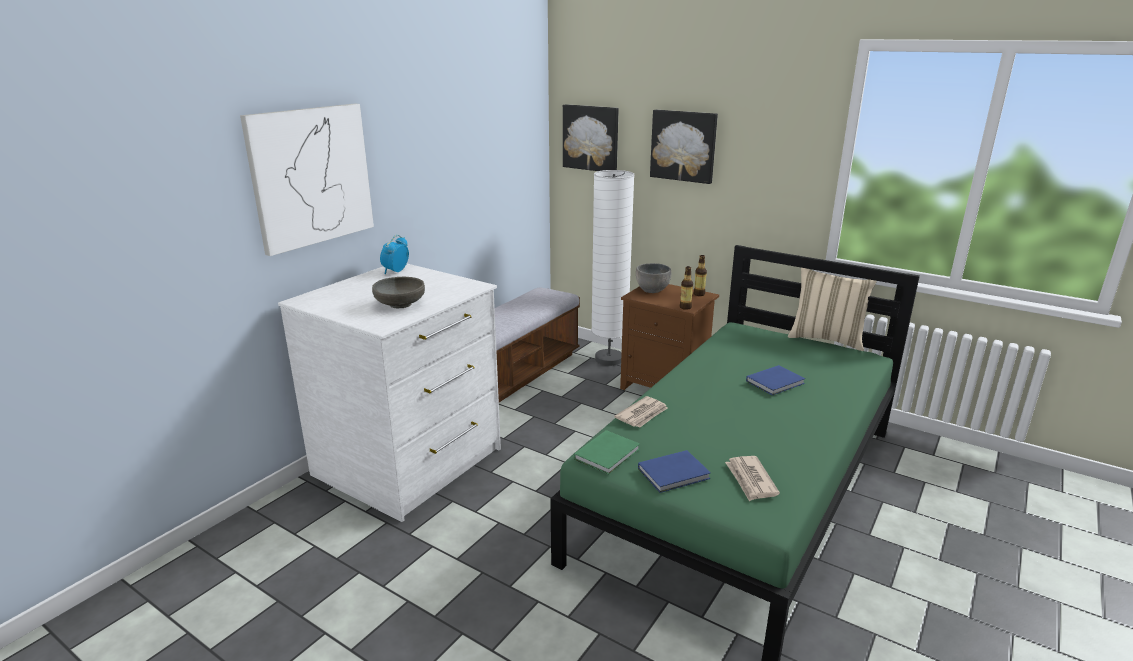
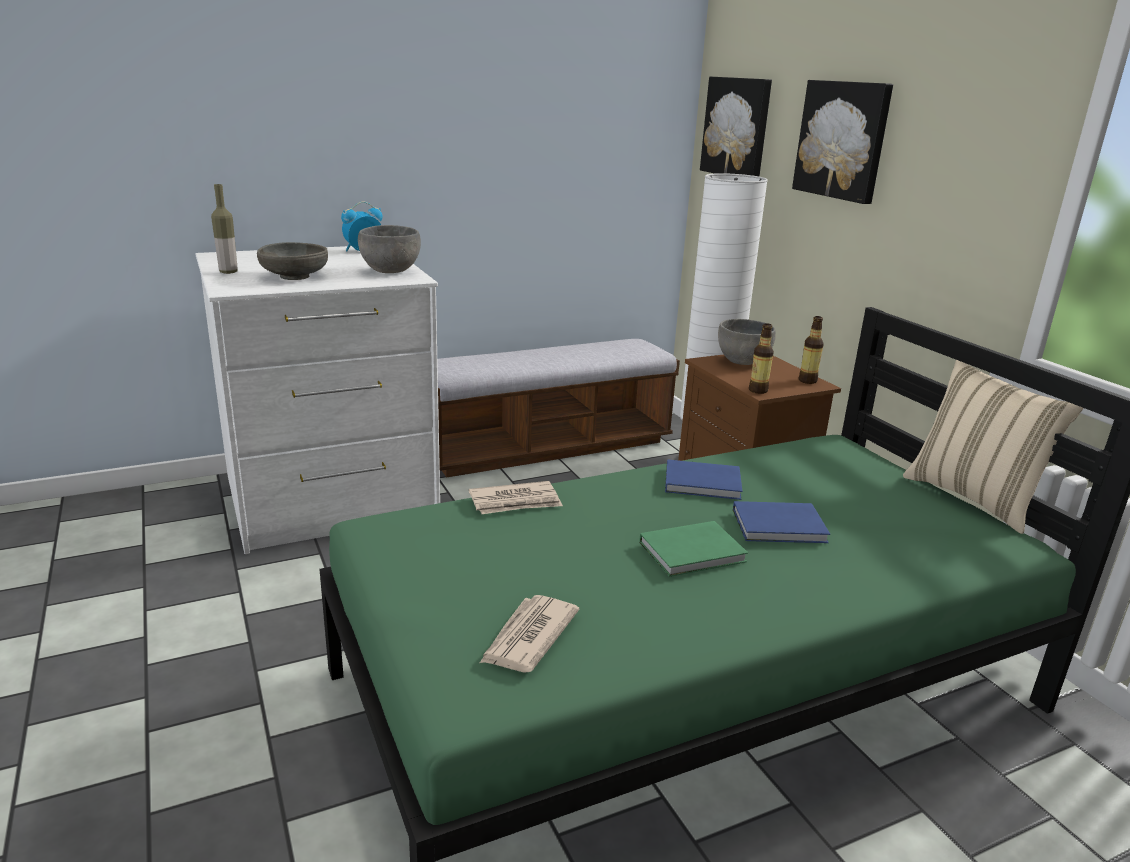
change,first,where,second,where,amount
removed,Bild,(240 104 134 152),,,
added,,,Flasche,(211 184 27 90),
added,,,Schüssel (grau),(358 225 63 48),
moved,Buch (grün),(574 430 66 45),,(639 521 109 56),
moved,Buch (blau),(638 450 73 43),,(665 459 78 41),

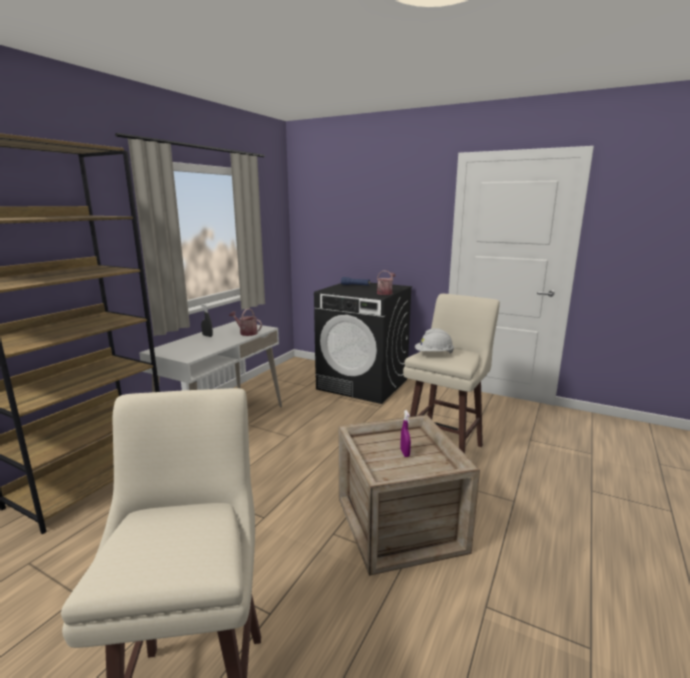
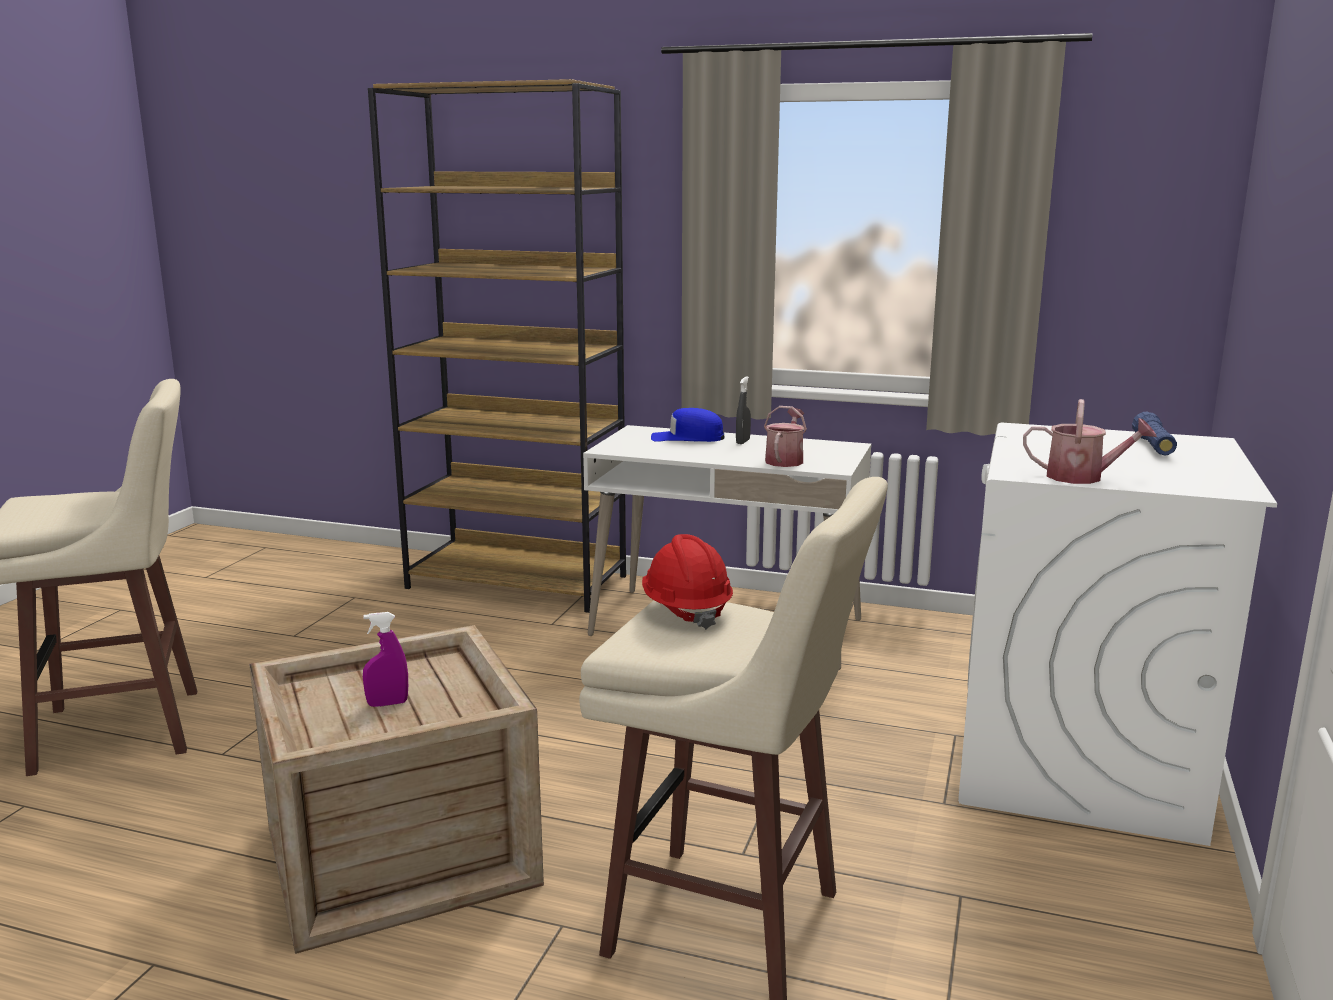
change,first,where,second,where,amount
added,,,Kappe (blau),(651 408 74 34),
recoloured,Waschmaschine (schwarz),(314 283 98 121),Waschmaschine (weiß),(958 422 319 424),
recoloured,Schutzhelm (weiß),(415 328 39 26),Schutzhelm (rot),(642 534 91 96),

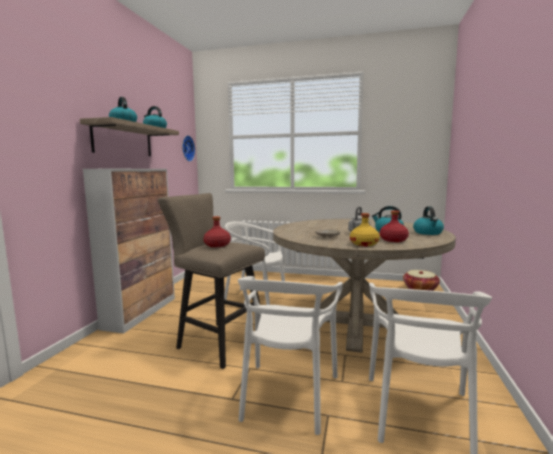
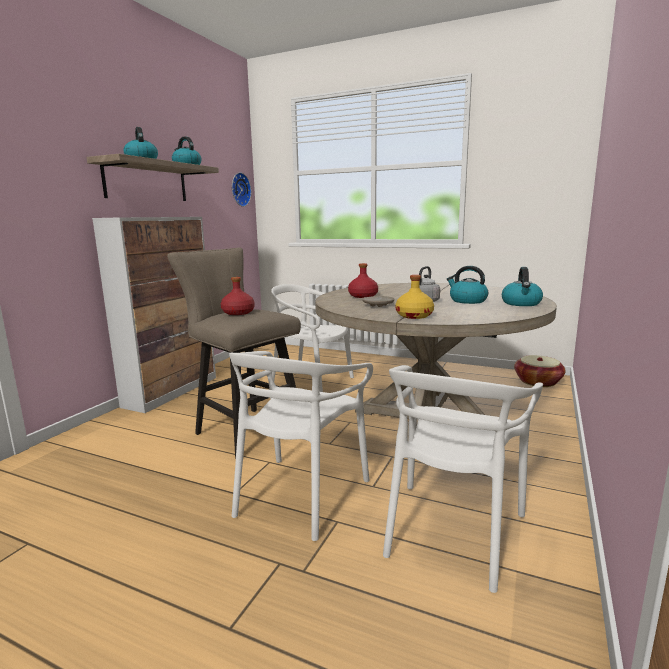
change,first,where,second,where,amount
moved,Flasche (rot),(380 211 29 31),,(348 263 30 35),

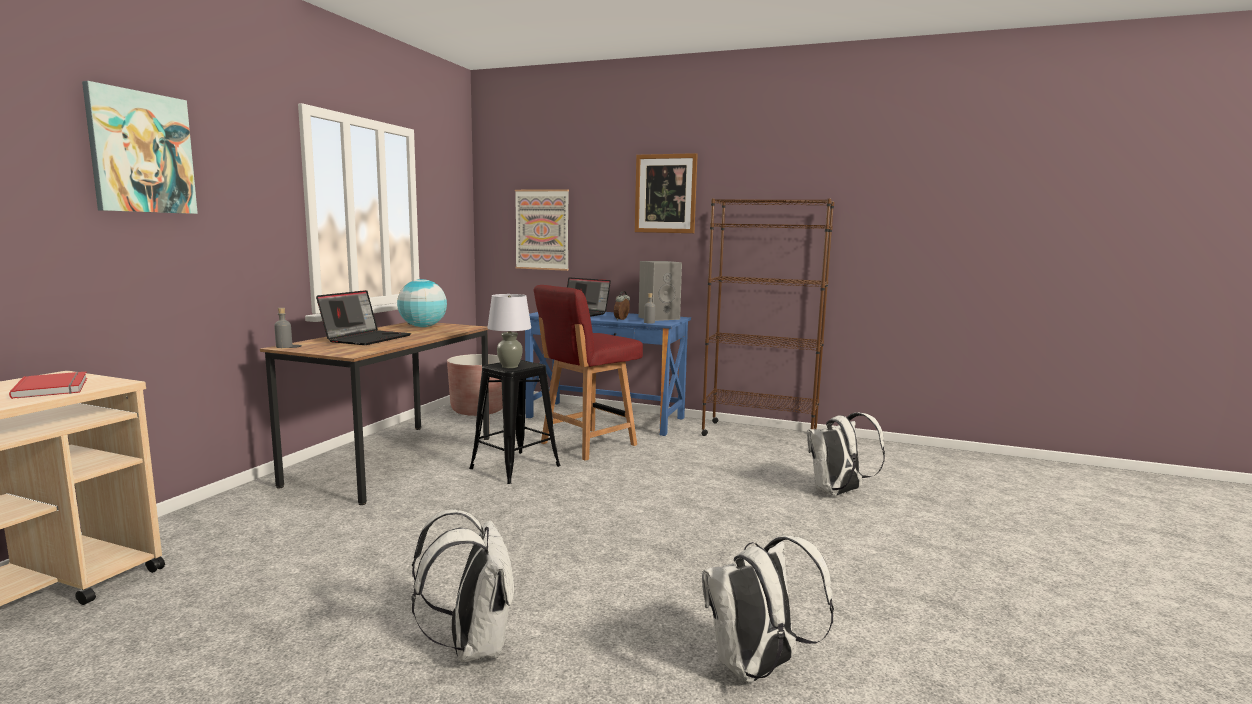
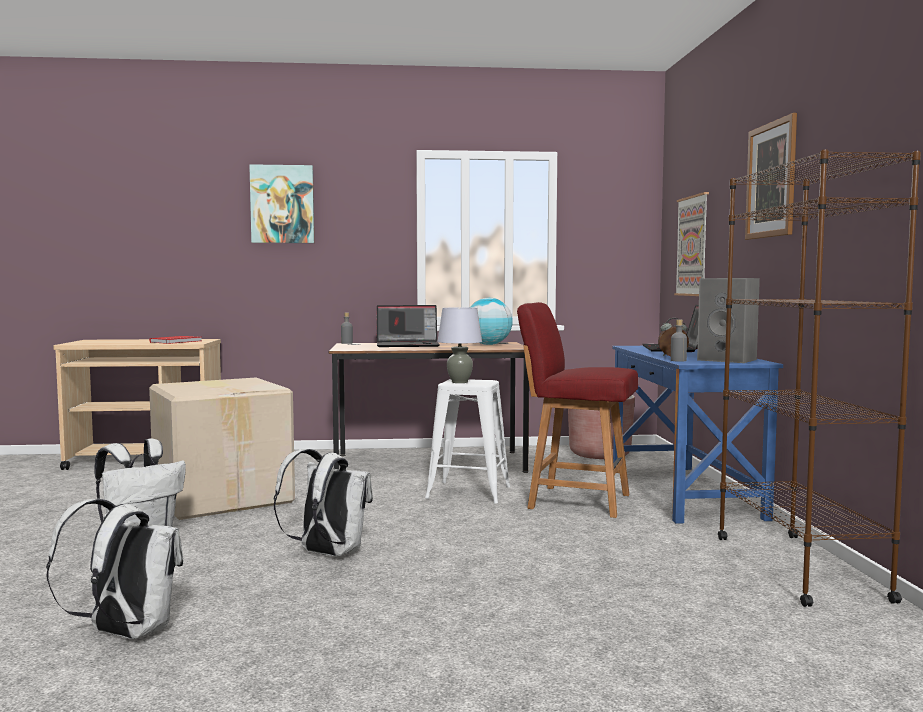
change,first,where,second,where,amount
added,,,Karton,(149 378 146 142),
moved,Rucksack (weiß),(807 412 78 84),,(274 449 99 107),
recoloured,Hocker (schwarz),(469 360 92 124),Hocker (weiß),(425 379 85 125),

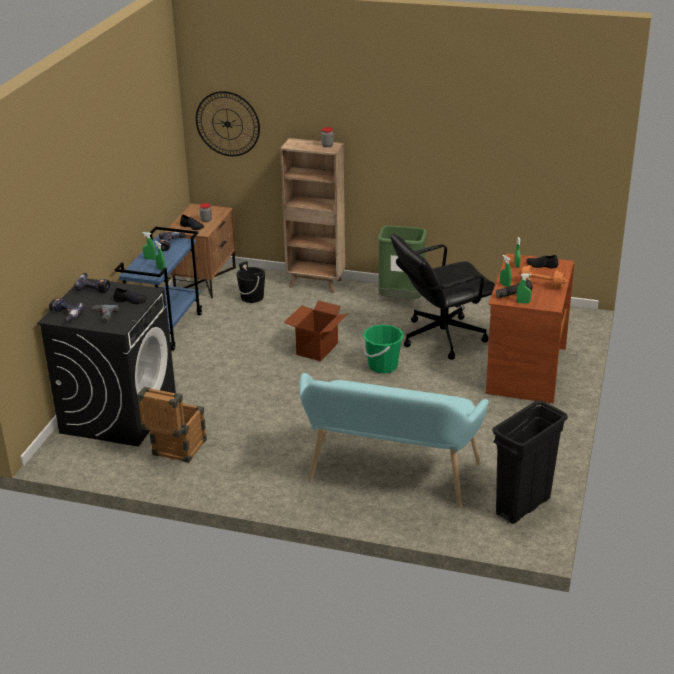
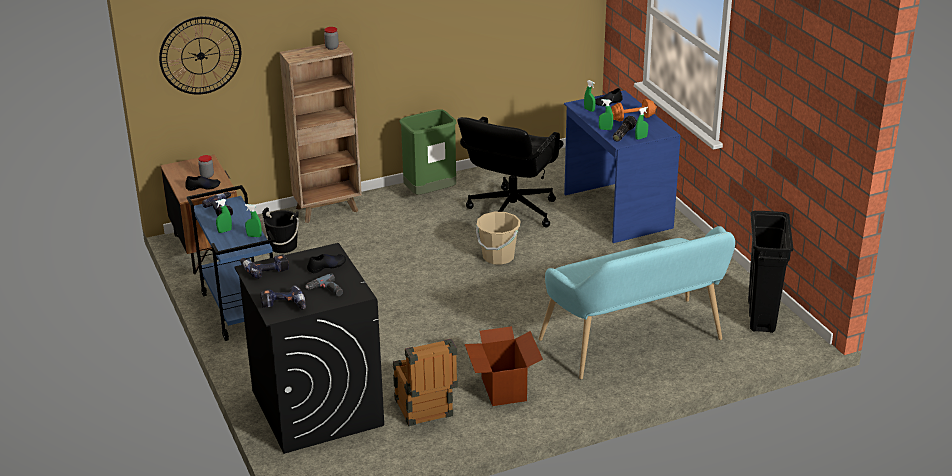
change,first,where,second,where,amount
moved,Karton,(283 301 66 60),,(465 326 78 80),
recoloured,Eimer (grün),(363 324 41 50),Eimer (beige),(476 212 45 53),
recoloured,Schreibtisch (braun),(486 253 89 150),Schreibtisch (blau),(564 90 117 153),

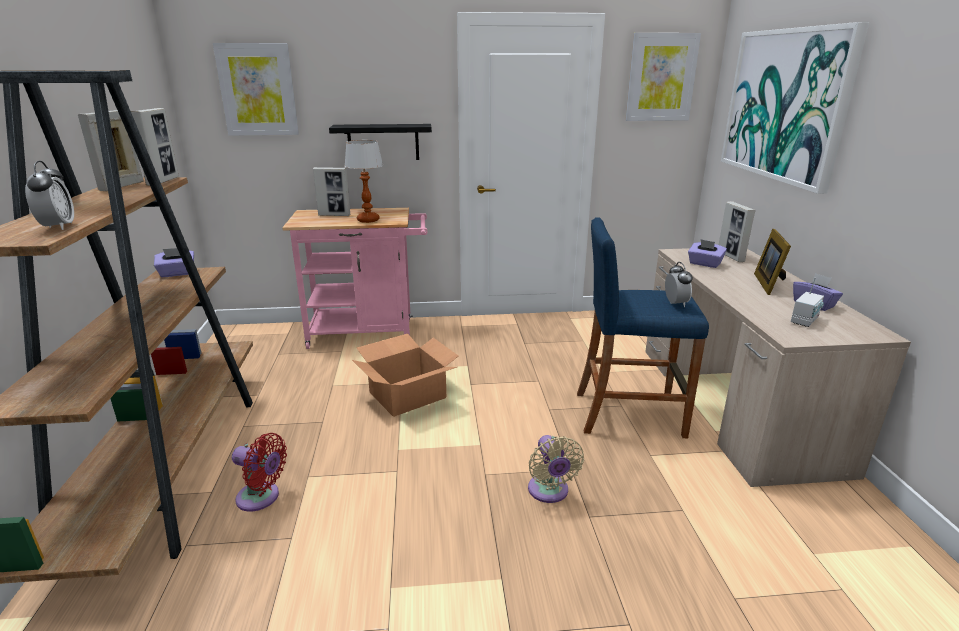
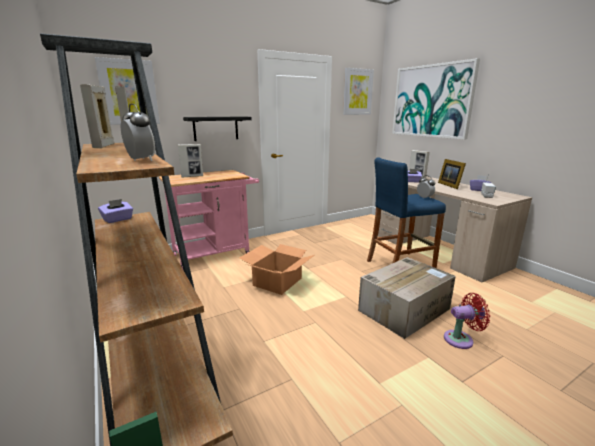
change,first,where,second,where,amount
removed,Tischlampe,(344 140 39 83),,,
moved,Ventilator (rot),(232 433 55 79),,(444 293 46 56),
replaced,Ventilator (beige),(528 435 56 68),Karton,(358 257 98 82),

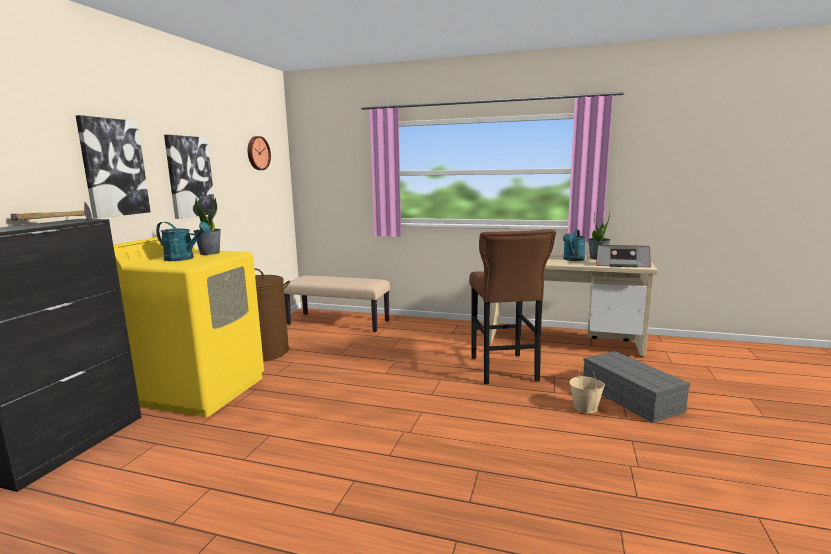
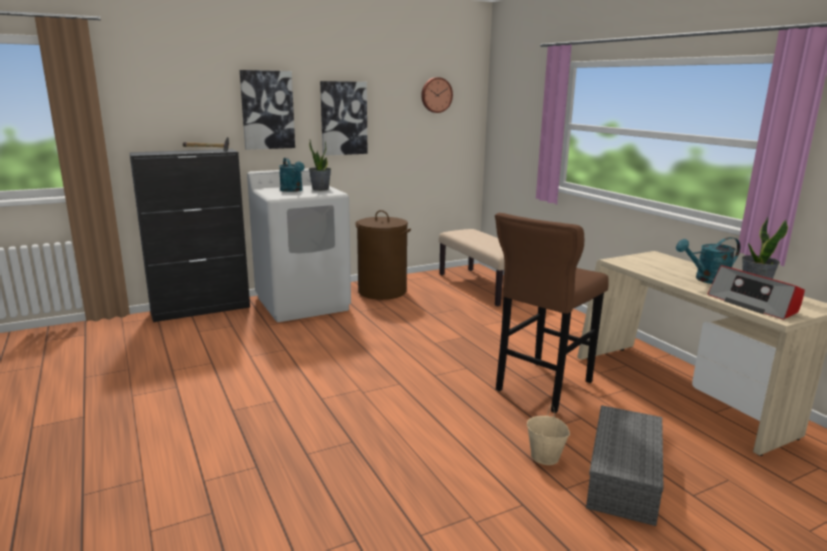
change,first,where,second,where,amount
recoloured,Waschmaschine (gelb),(113 236 151 181),Waschmaschine (weiß),(247 168 104 154),

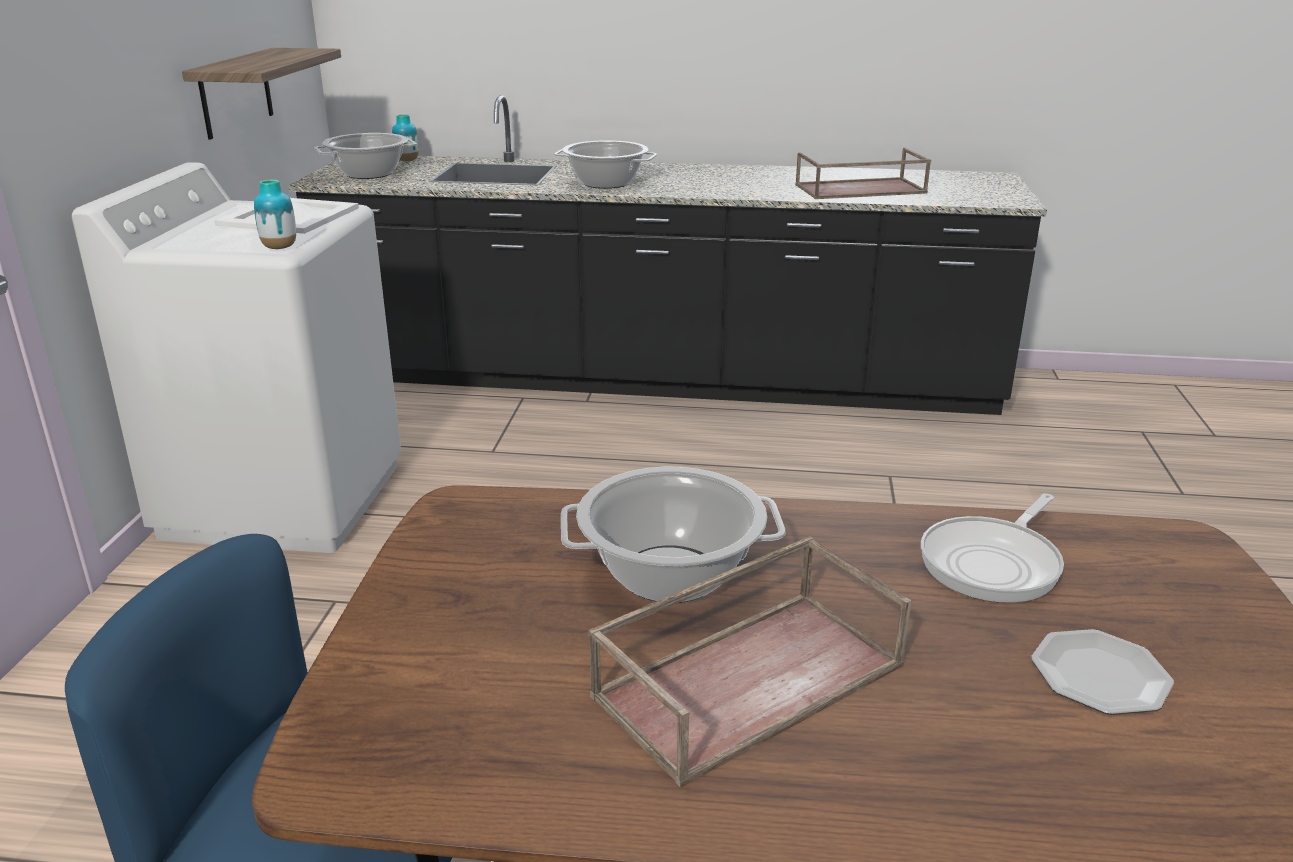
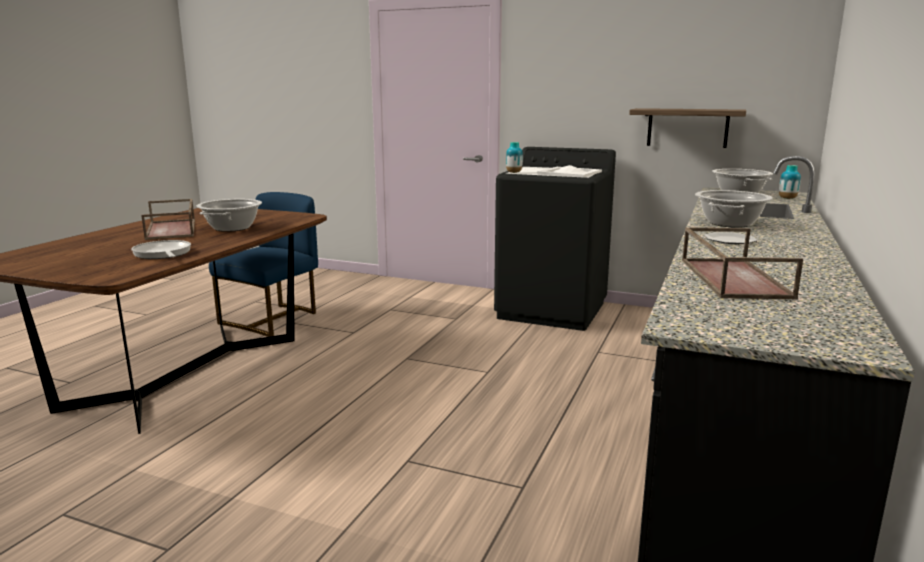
change,first,where,second,where,amount
moved,Teller,(1031 629 143 86),,(704 232 54 12),
recoloured,Waschmaschine (weiß),(72 162 329 391),Waschmaschine (schwarz),(494 147 122 184),

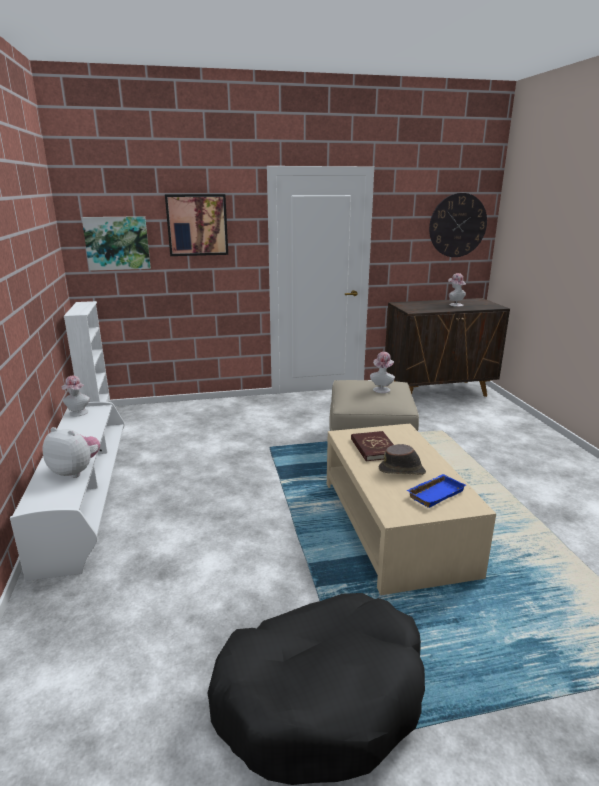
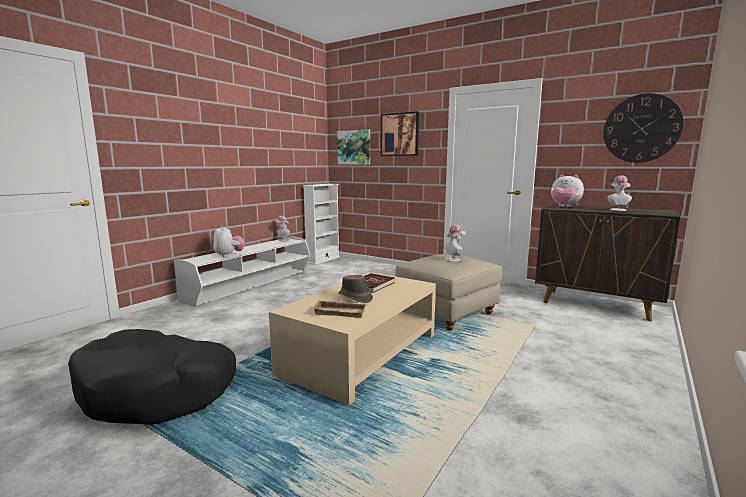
change,first,where,second,where,amount
added,,,Plüschtier,(551 175 33 32),
recoloured,Tablett (blau),(406 474 60 34),Tablett (beige),(312 300 55 18),

